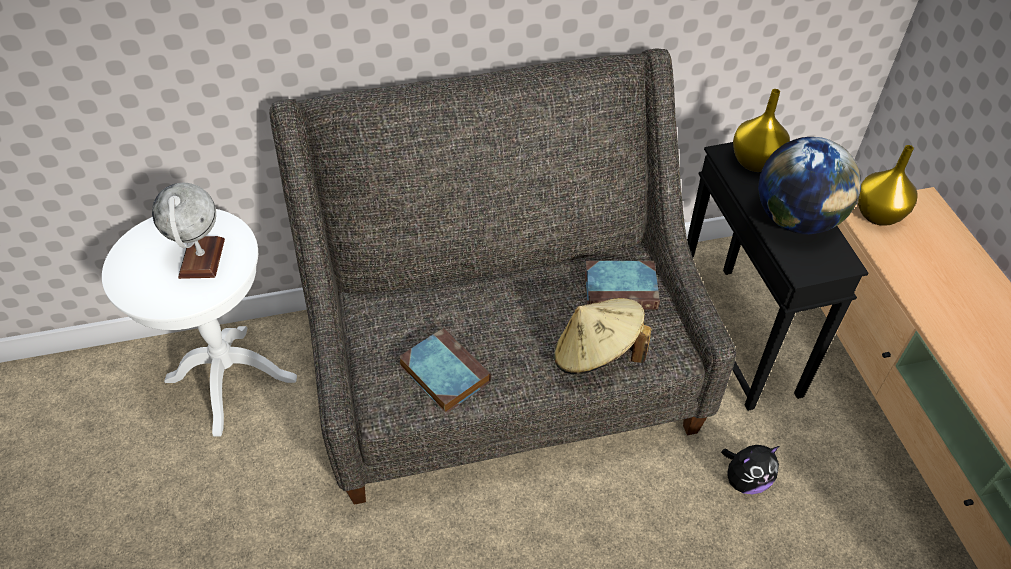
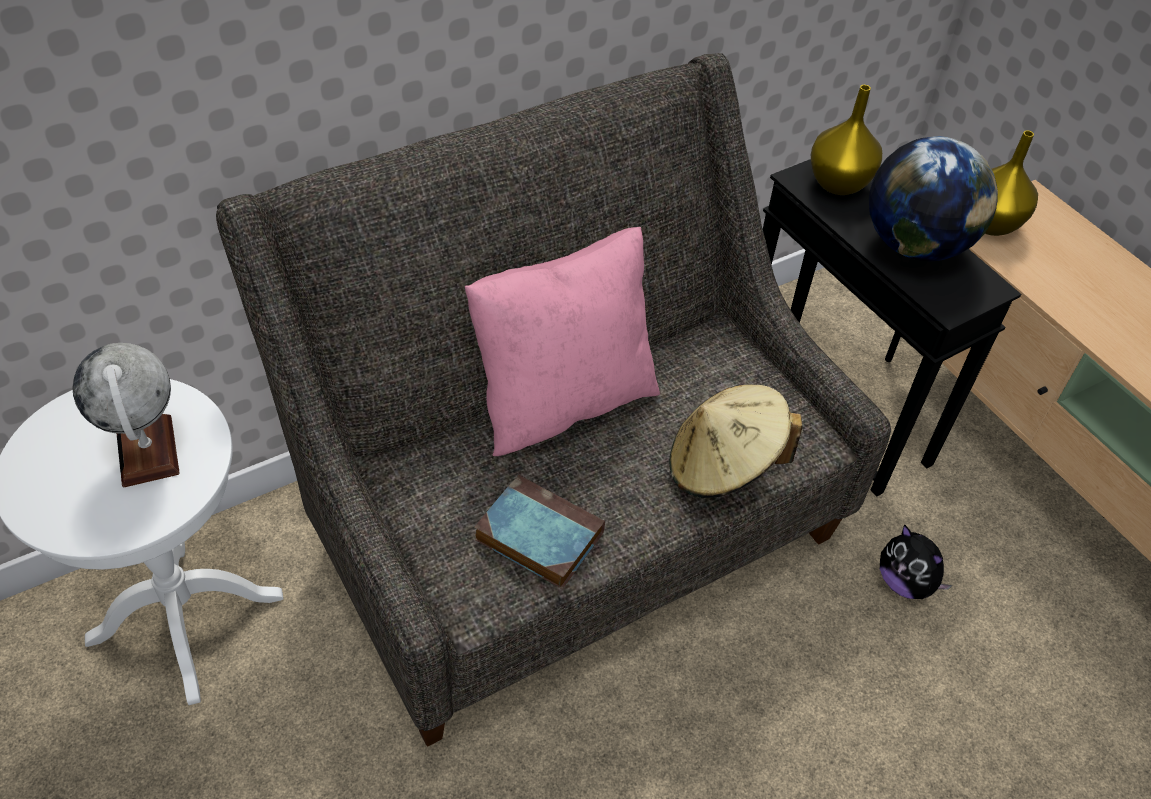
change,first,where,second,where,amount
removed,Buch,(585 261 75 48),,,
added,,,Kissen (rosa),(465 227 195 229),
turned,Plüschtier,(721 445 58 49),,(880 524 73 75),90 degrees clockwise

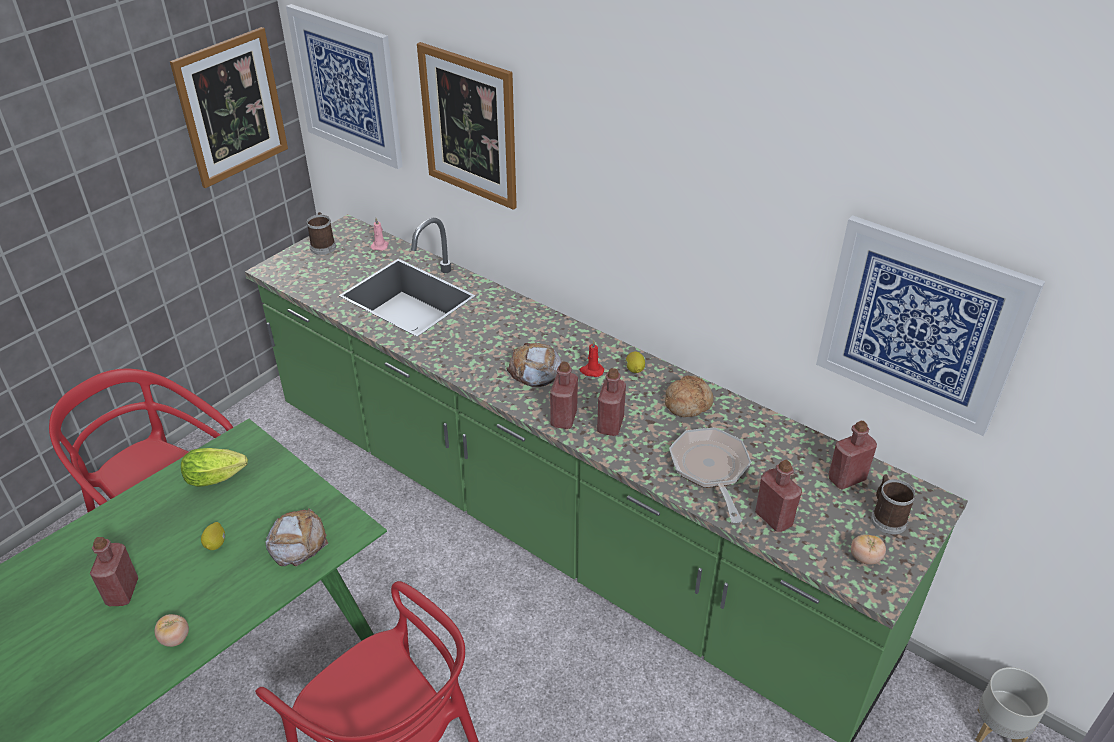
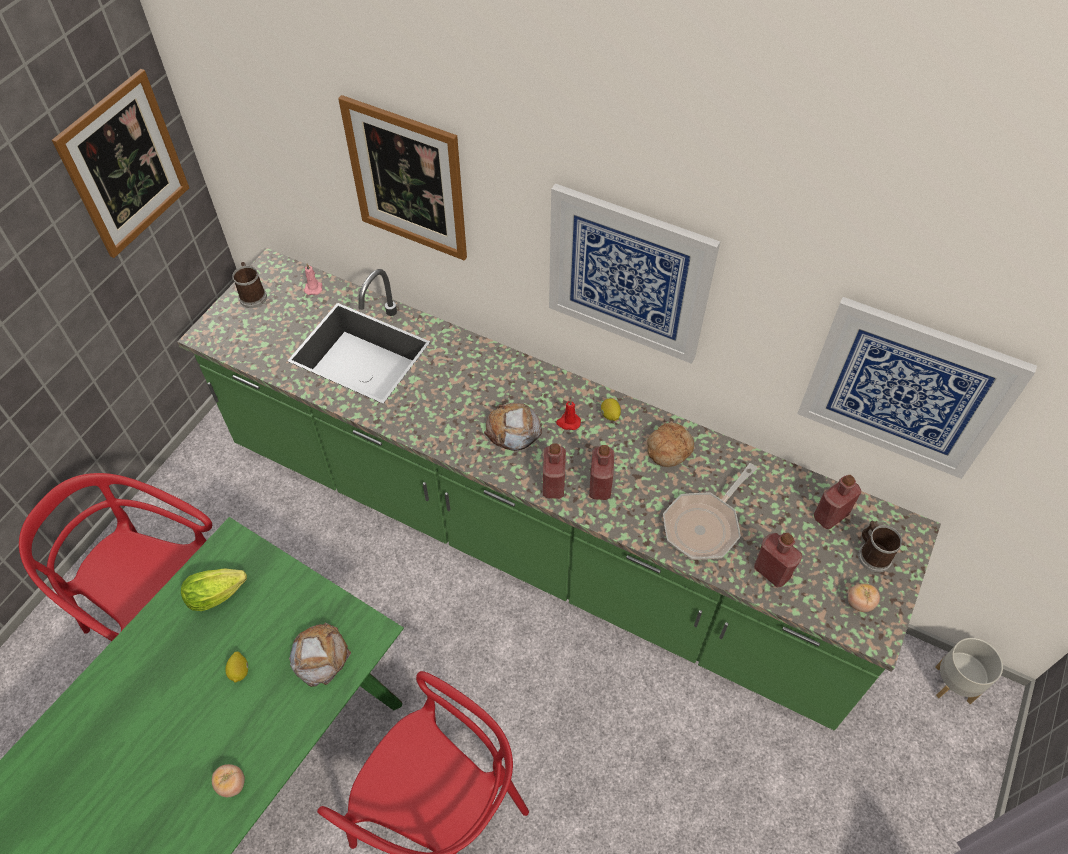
change,first,where,second,where,amount
removed,Flasche (rot),(90 537 48 69),,,
moved,Bild,(286 4 117 165),,(549 183 171 181),
turned,Pfanne,(669 428 82 95),,(663 463 95 97),120 degrees counterclockwise

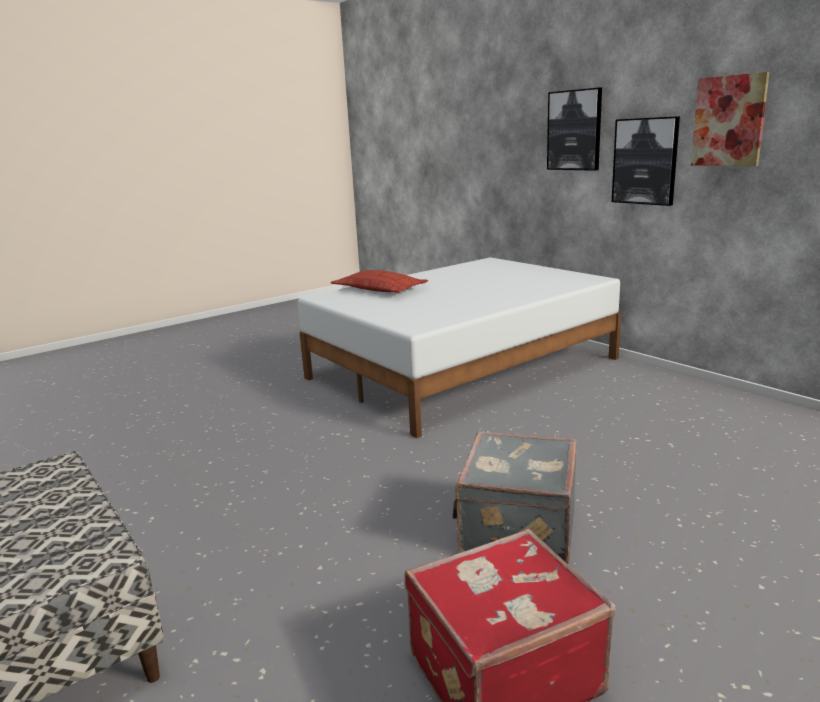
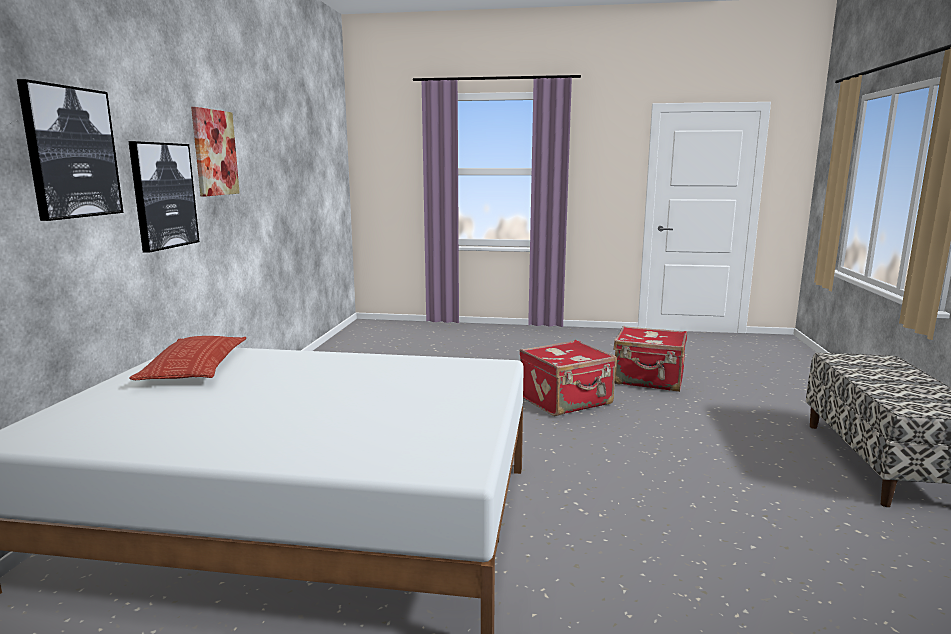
change,first,where,second,where,amount
moved,Kissen,(331 270 97 23),,(129 336 117 44),
recoloured,Koffer (grau),(452 431 125 133),Koffer (rot),(520 340 97 76),

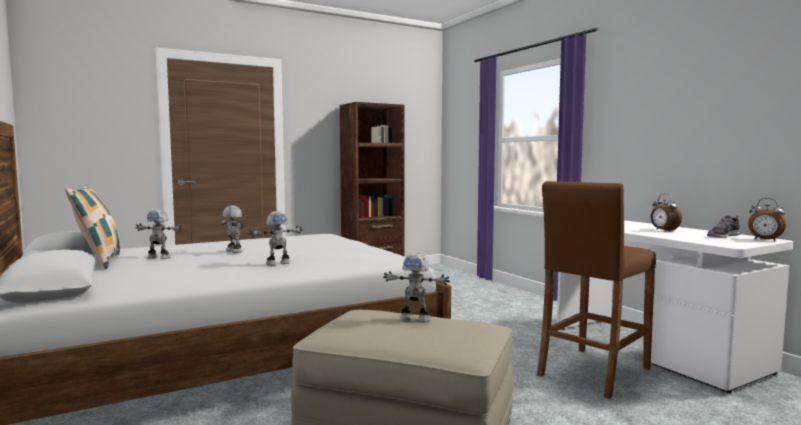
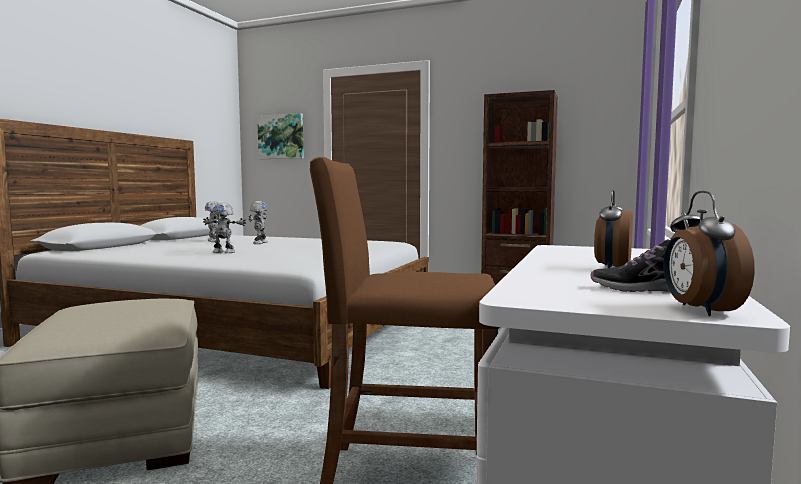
change,first,where,second,where,amount
removed,Kissen,(65 184 55 85),,,
removed,Spielzeugroboter,(383 253 67 69),,,
added,,,Bild,(257 113 47 46),

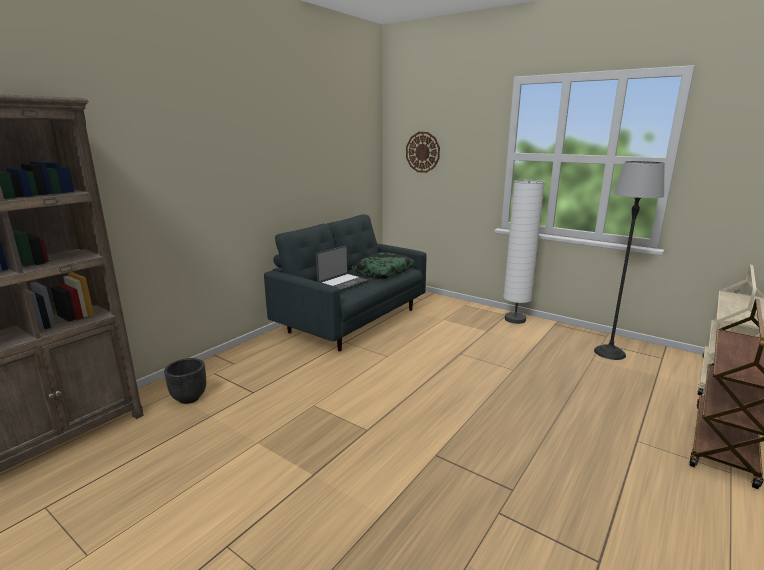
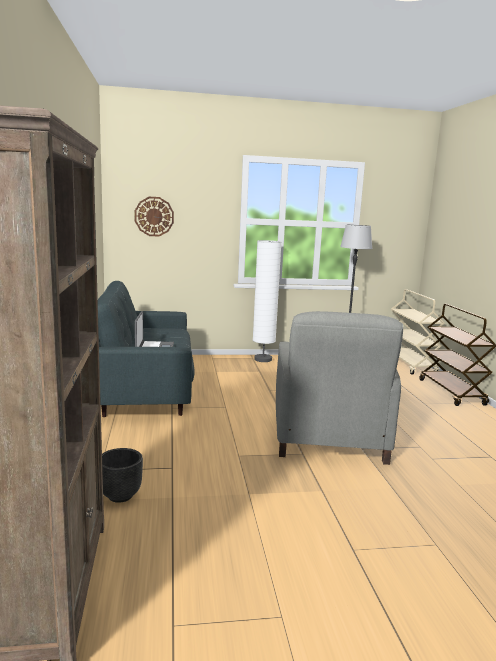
change,first,where,second,where,amount
removed,Kissen,(351 253 63 26),,,
added,,,Sessel (grau),(276 311 127 154),

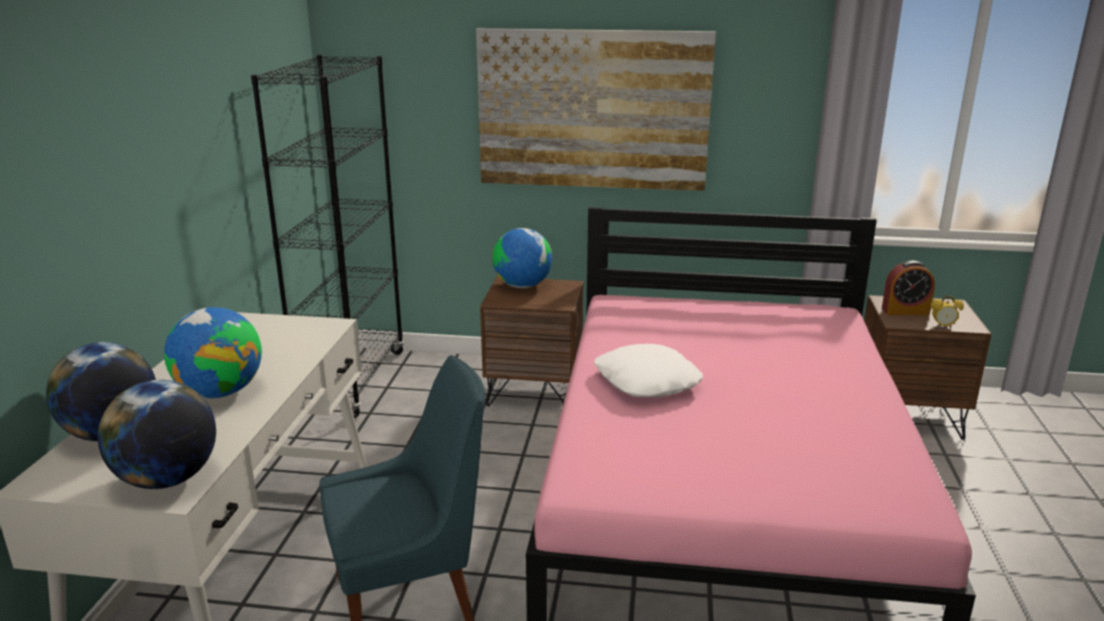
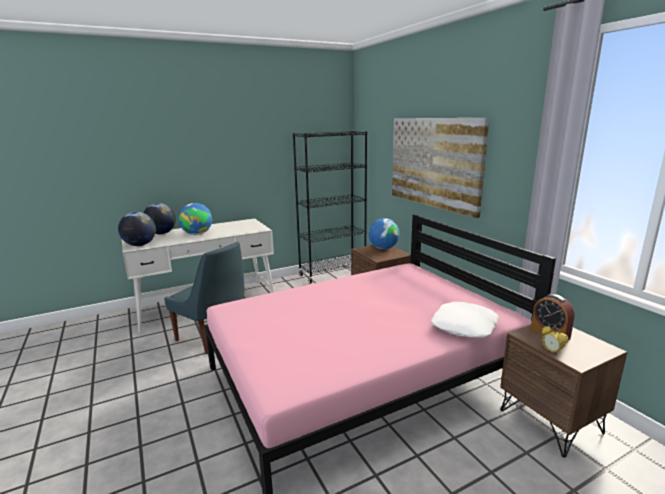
change,first,where,second,where,amount
moved,Kissen (weiß),(594 344 109 53),,(431 302 68 35),

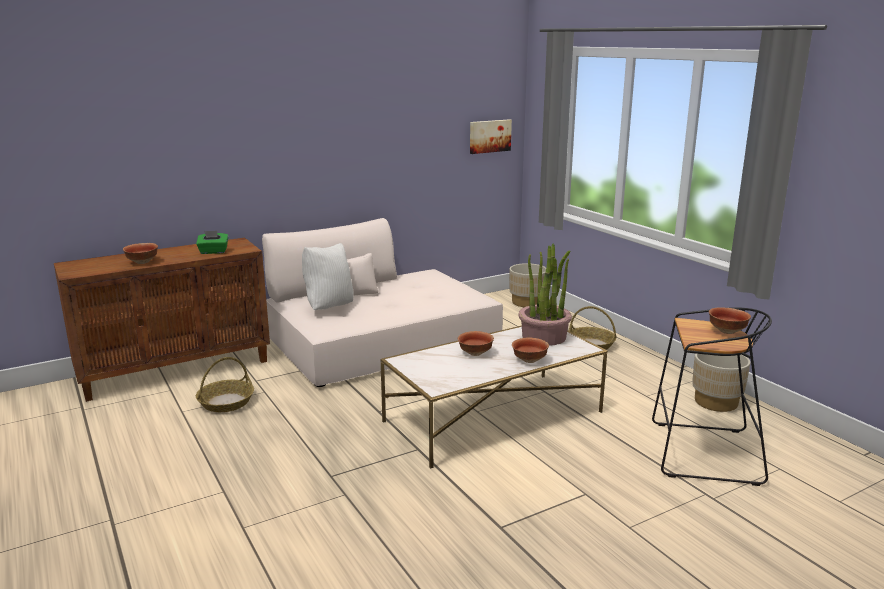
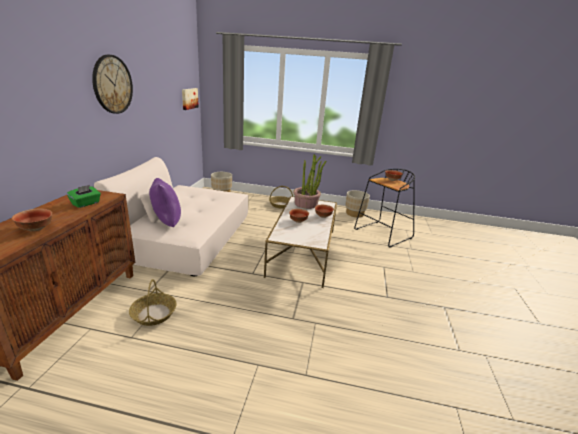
change,first,where,second,where,amount
added,,,Wanduhr,(92 55 41 59),
recoloured,Kissen (weiß),(302 243 52 67),Kissen (lila),(149 178 32 49),

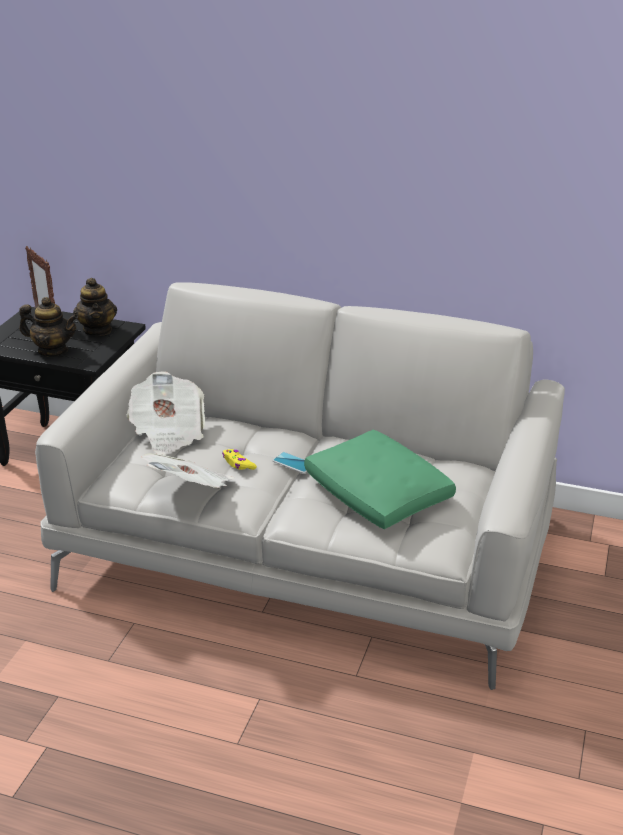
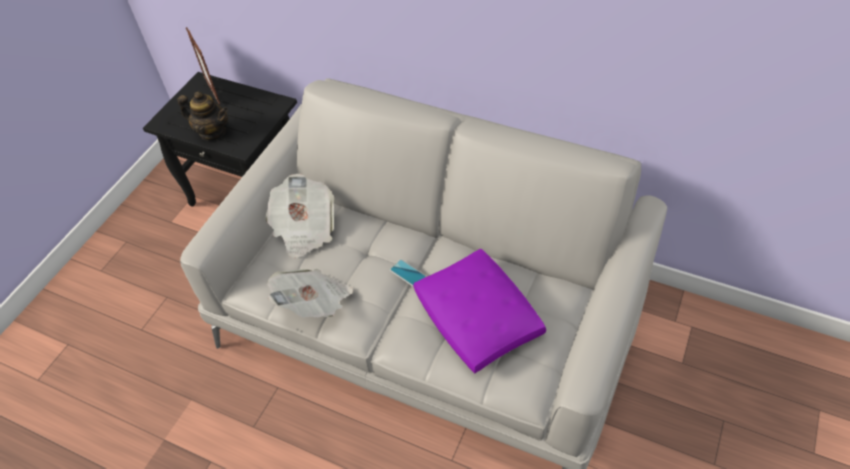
change,first,where,second,where,amount
removed,Teekanne,(73 278 44 58),,,
removed,Gamepad (gelb),(222 449 35 21),,,
recoloured,Kissen (grün),(304 430 152 99),Kissen (lila),(413 249 133 124),

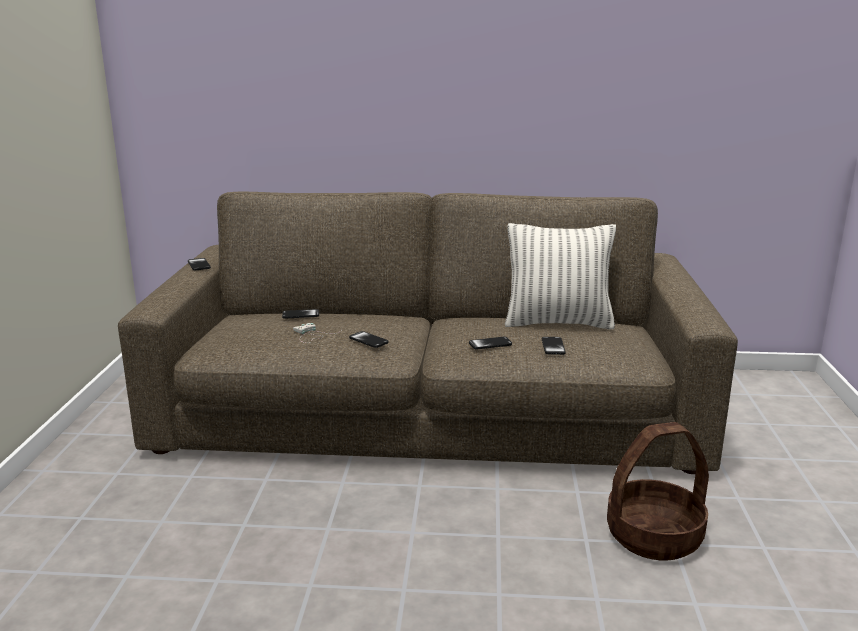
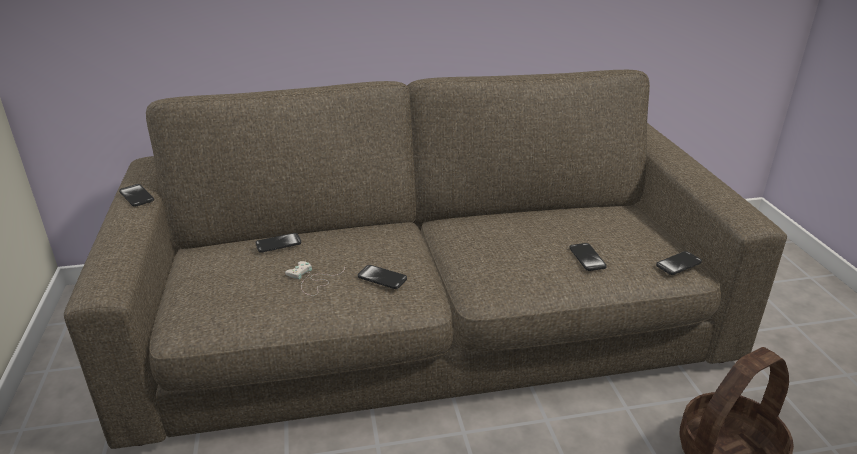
change,first,where,second,where,amount
removed,Kissen,(505 223 111 107),,,
moved,Handy,(469 337 43 12),,(656 251 46 24),

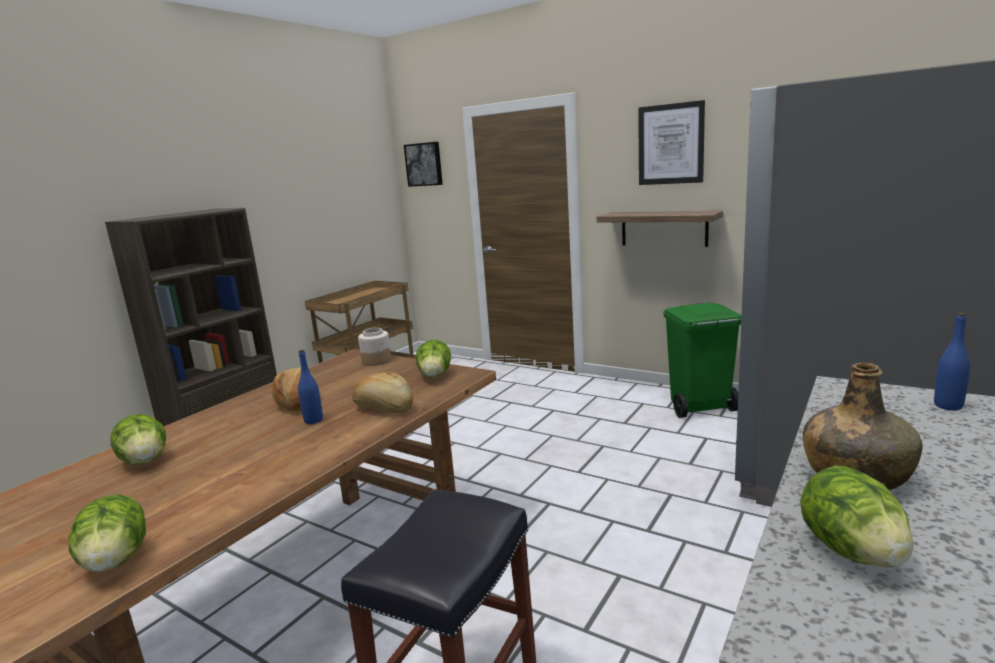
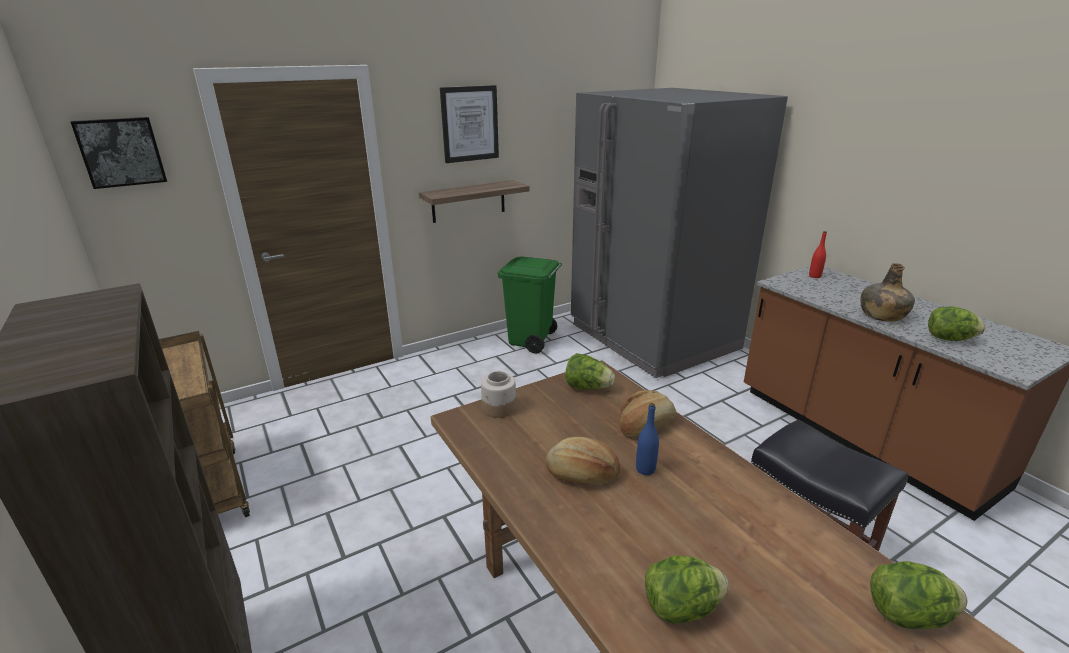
change,first,where,second,where,amount
recoloured,Flasche (blau),(934 313 36 97),Flasche (rot),(809 231 18 47),

